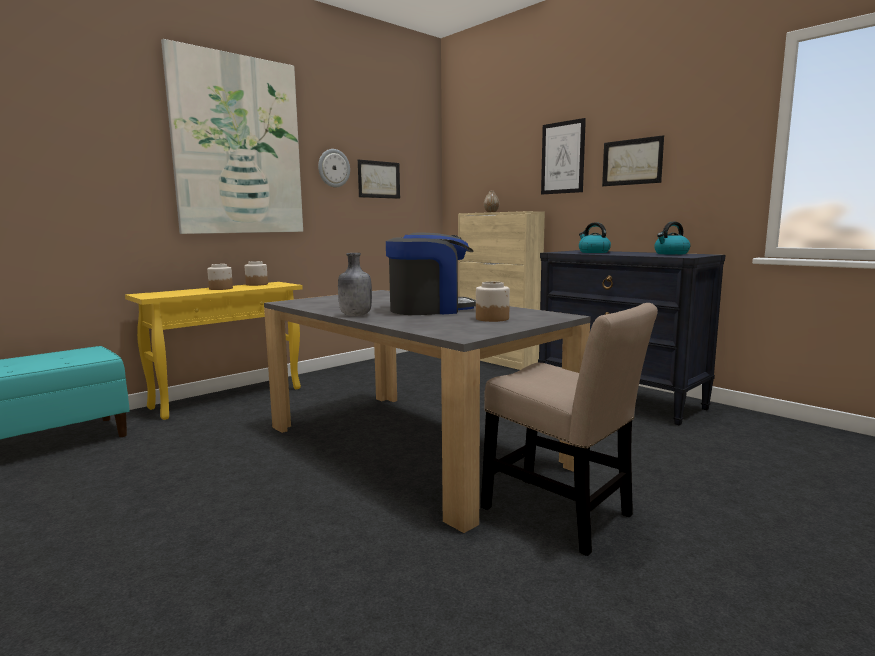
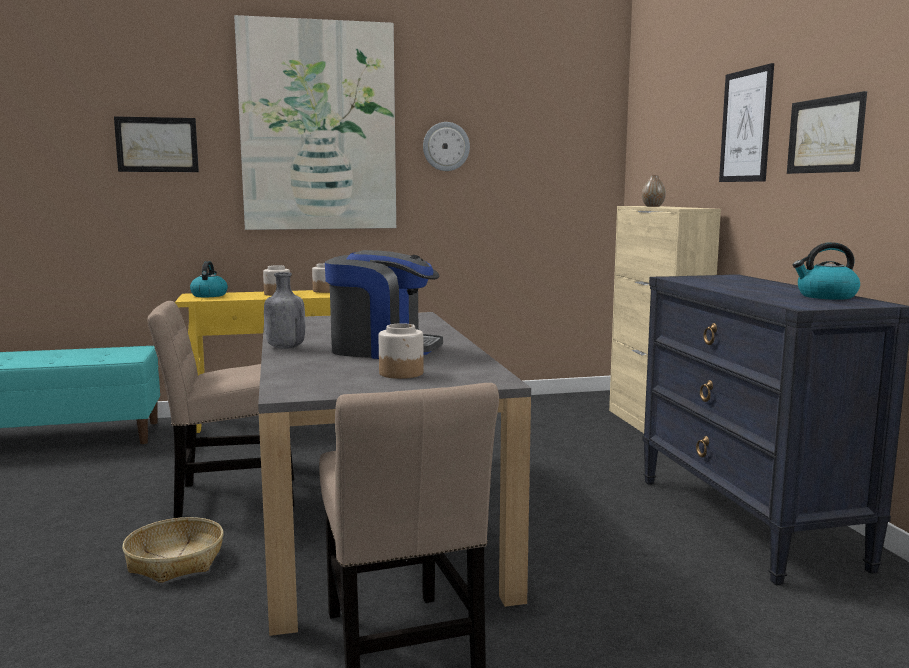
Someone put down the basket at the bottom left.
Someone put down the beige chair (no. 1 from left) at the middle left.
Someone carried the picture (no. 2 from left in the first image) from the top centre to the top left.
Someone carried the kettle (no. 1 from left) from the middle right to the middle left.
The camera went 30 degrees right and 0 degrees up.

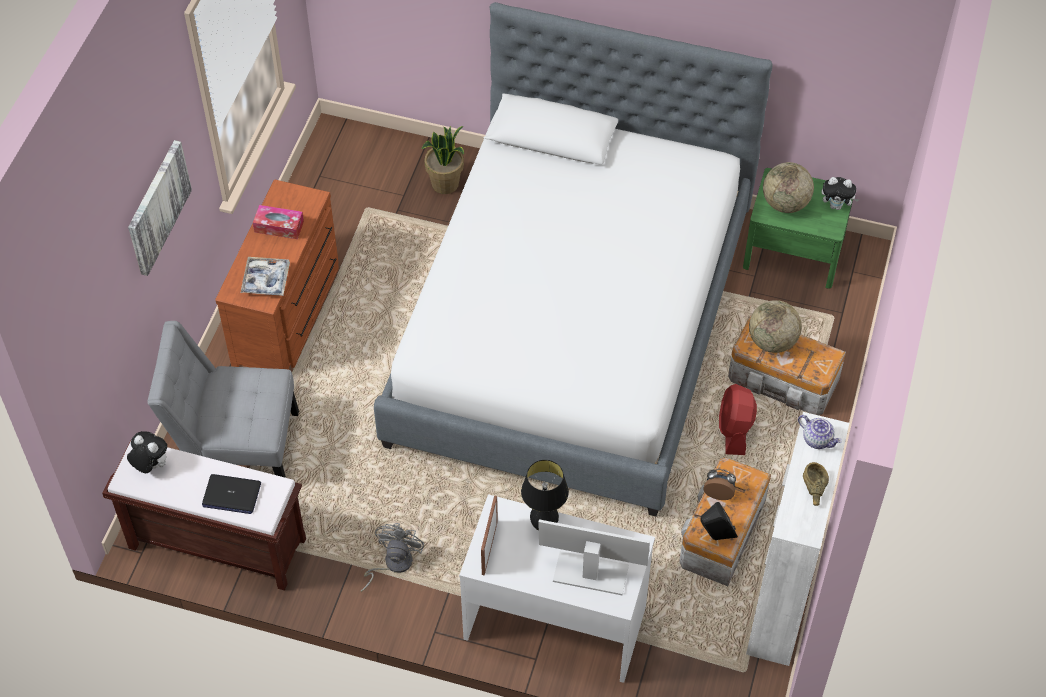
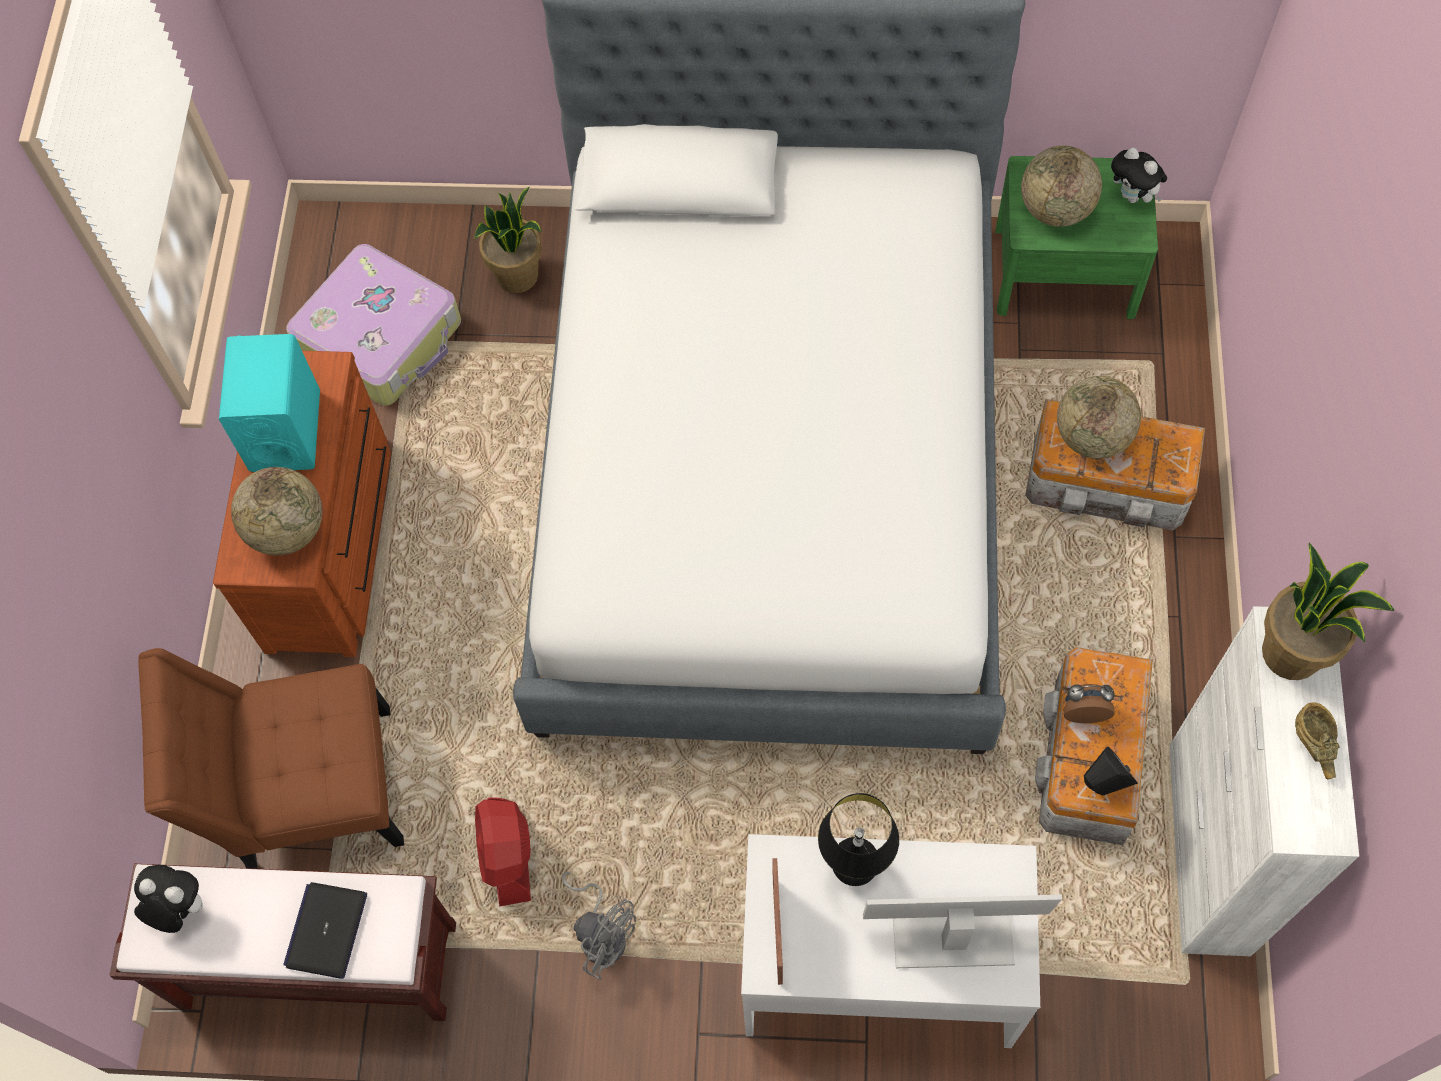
Someone took away the picture at the top left.
Someone put down the suitcase at the top left.
Someone carried the red fan from the middle right to the bottom centre.
Someone swapped the tray at the middle left for the globe (no. 1 from left) at the middle left.
Someone swapped the tissue box at the top left for the turquoise speaker at the middle left.
Someone swapped the teapot at the middle right for the potted plant (no. 2 from left) at the middle right.
Someone repainted the grey chair at the middle left, which became the brown chair at the bottom left.
Someone rotated the laptop at the bottom left by 105 degrees clockwise.
Someone rotated the grey fan at the bottom centre by 120 degrees clockwise.
Someone rotated the plush toy (no. 2 from left) at the top right by 45 degrees clockwise.
The camera went 10 degrees left and 10 degrees up.

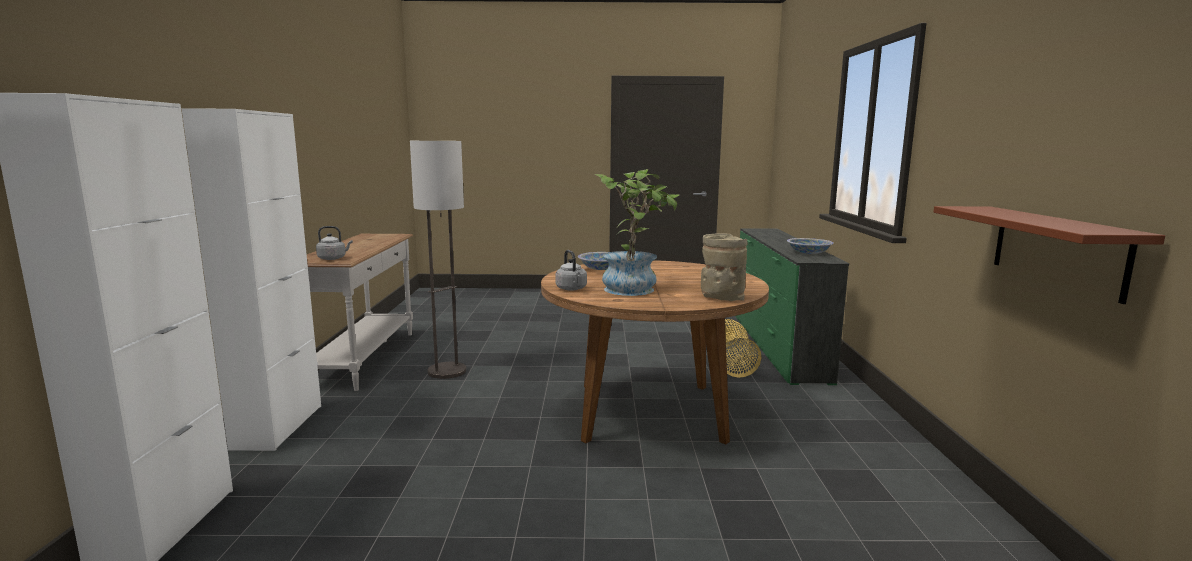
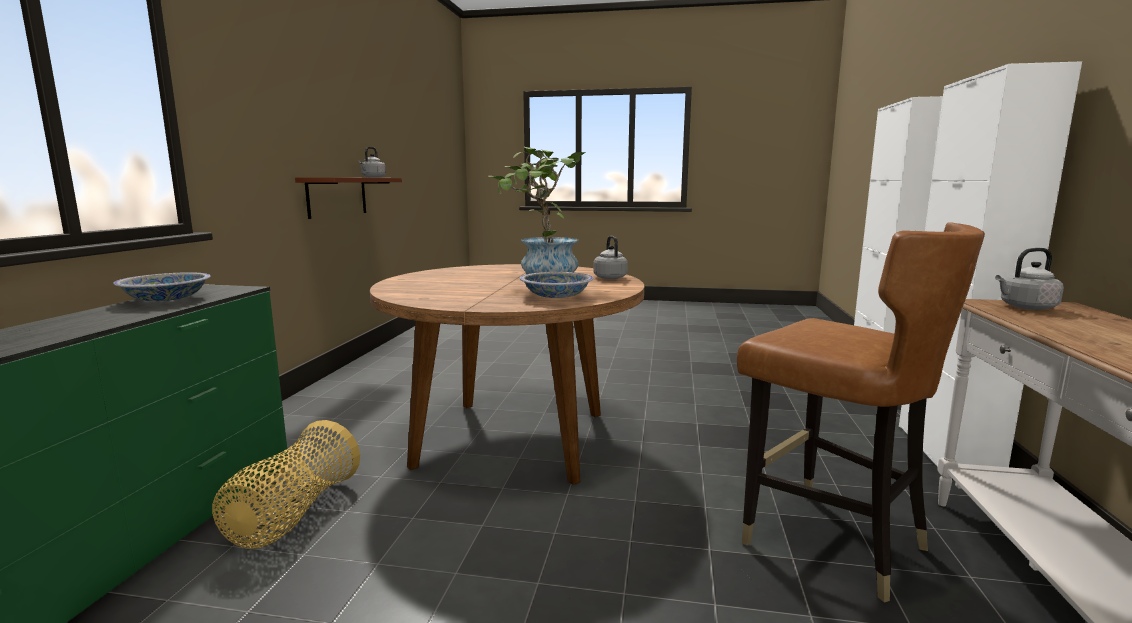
Someone took away the beige vase at the centre.
Someone put down the grey kettle (no. 1 from left) at the top left.
Someone swapped the floor lamp at the centre for the brown chair at the middle right.
The camera went 170 degrees left and 0 degrees up.

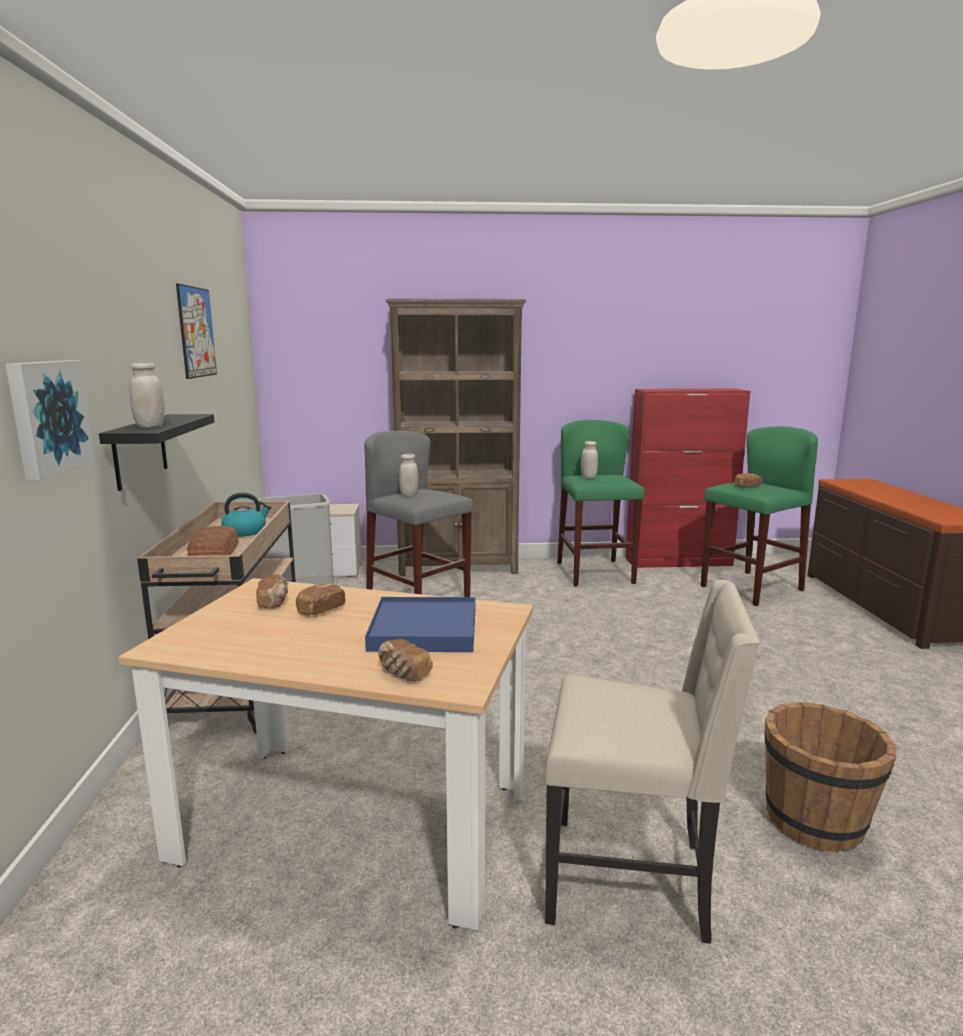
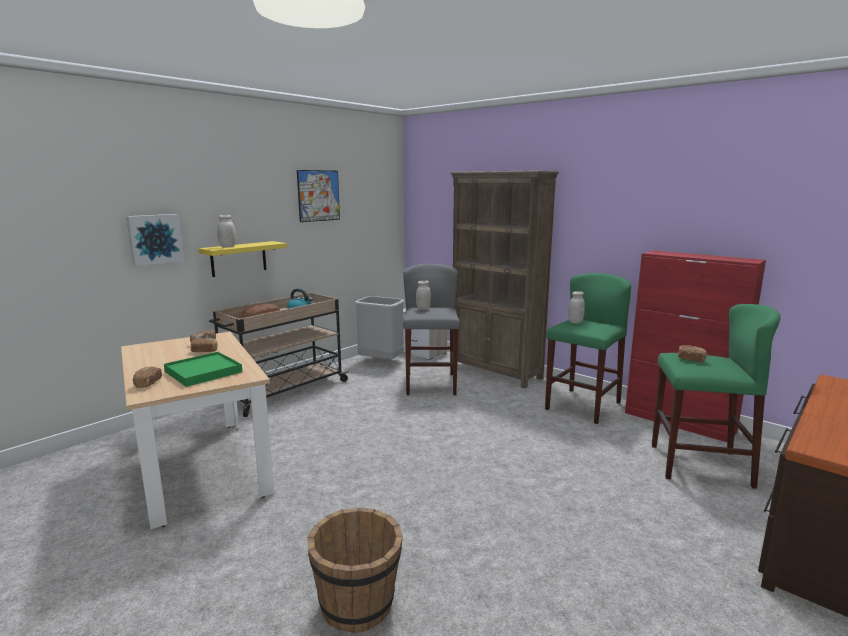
Someone took away the beige chair at the bottom right.
Someone repainted the black shelf at the middle left, which became the yellow shelf at the middle left.
Someone repainted the blue tray at the centre, which became the green tray at the middle left.
The camera went 45 degrees right and 0 degrees up.

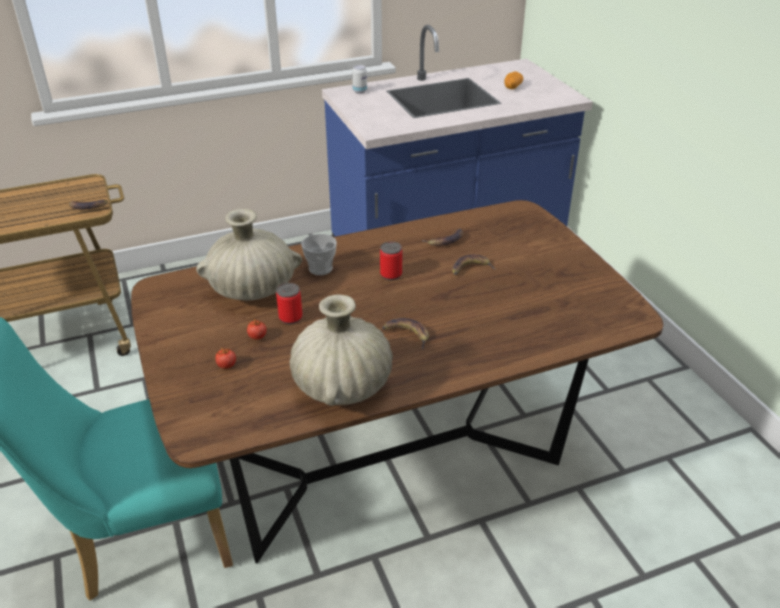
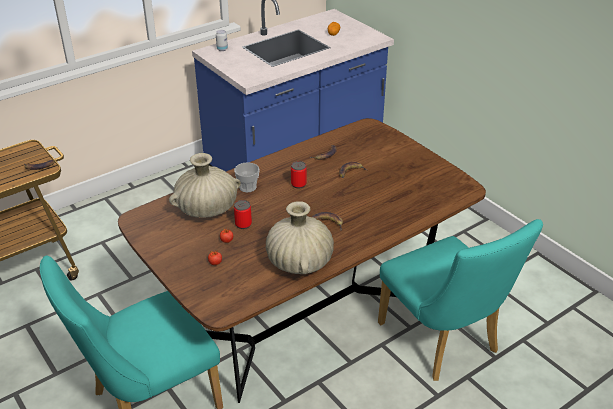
Someone put down the turquoise chair (no. 2 from left) at the bottom right.
The camera went 15 degrees left and 0 degrees up.

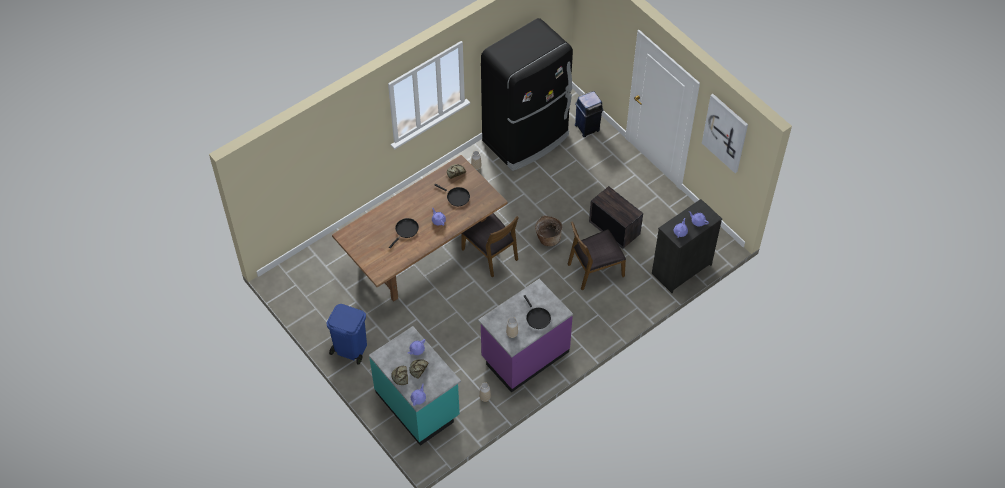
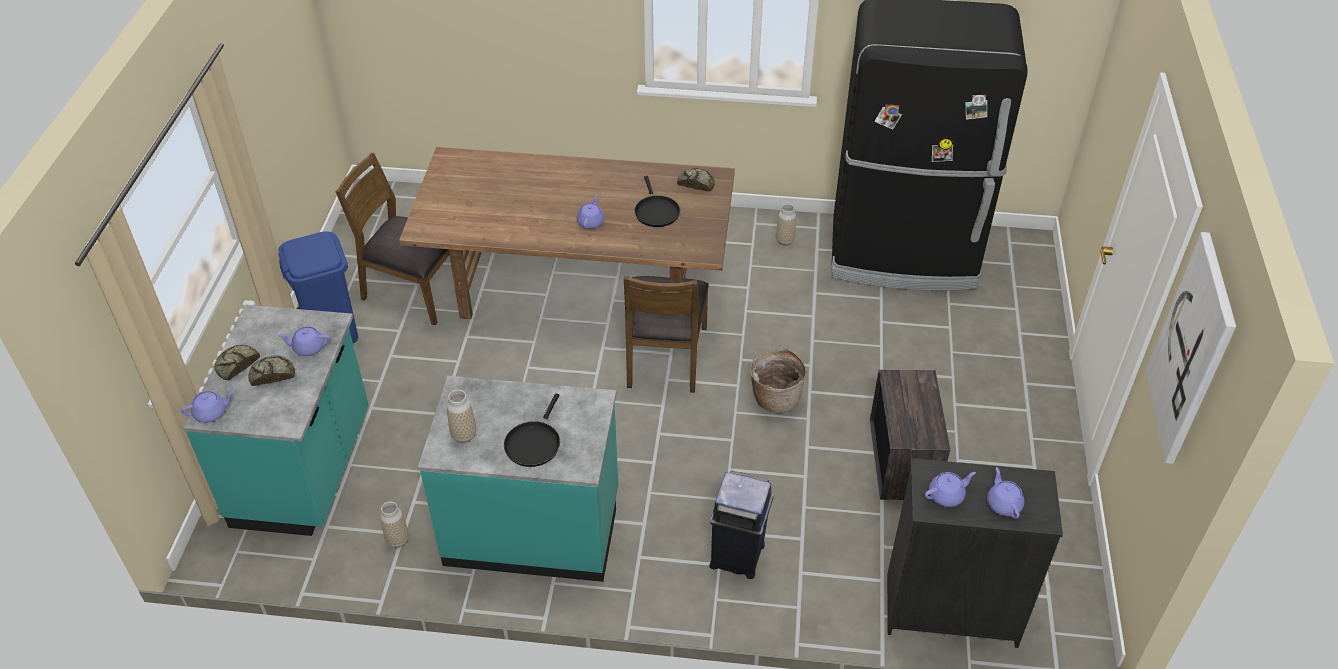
Someone took away the black frying pan (no. 1 from left) at the centre.
Someone carried the brown chair (no. 2 from left in the first image) from the centre to the middle left.
Someone carried the blue trash can (no. 2 from left) from the top centre to the bottom centre.
Someone repainted the purple counter at the bottom centre, which became the turquoise counter (no. 2 from left) at the bottom centre.
The camera went 45 degrees right and 10 degrees down.

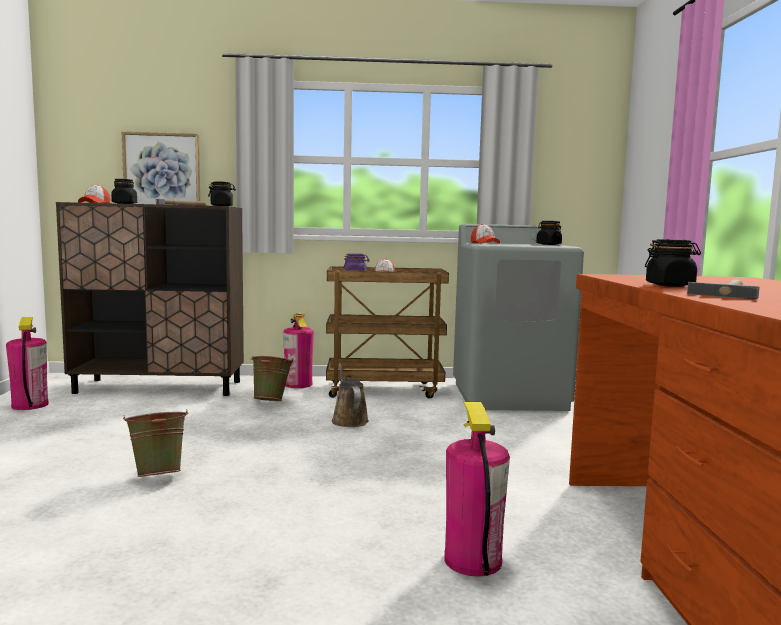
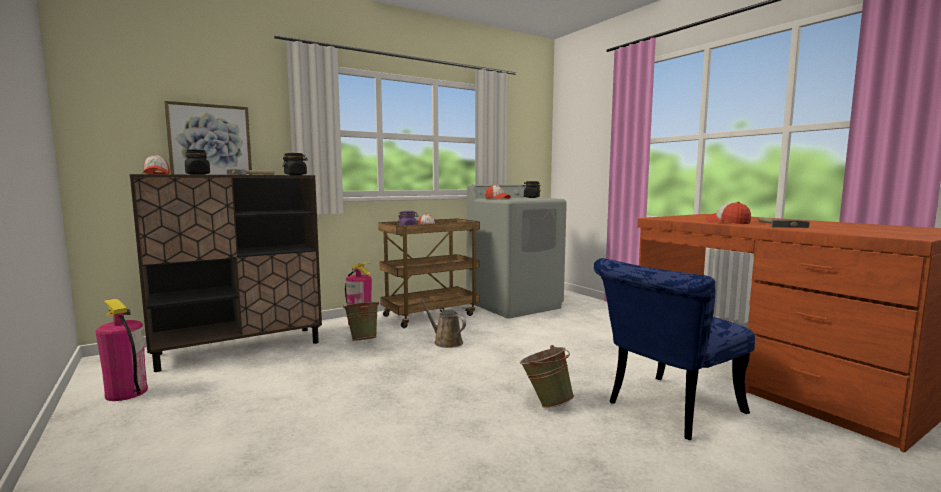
Someone carried the green bucket (no. 1 from left in the first image) from the bottom left to the bottom centre.
Someone swapped the fire extinguisher (no. 3 from left) at the bottom centre for the blue chair at the bottom right.
Someone swapped the black jar (no. 4 from left) at the middle right for the cap (no. 4 from left) at the middle right.
The camera went 30 degrees left and 0 degrees up.

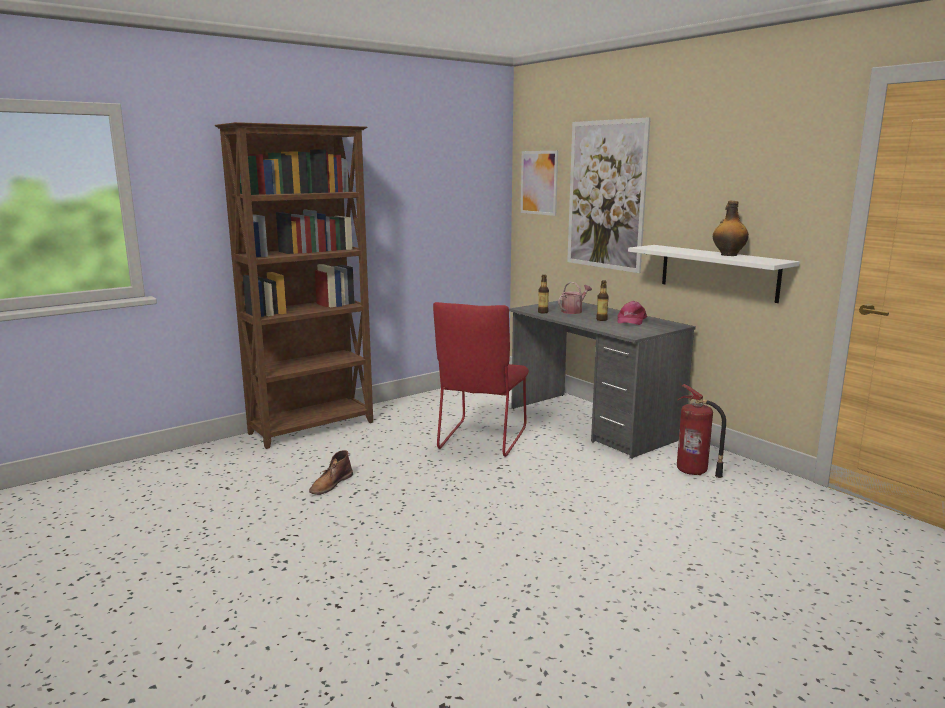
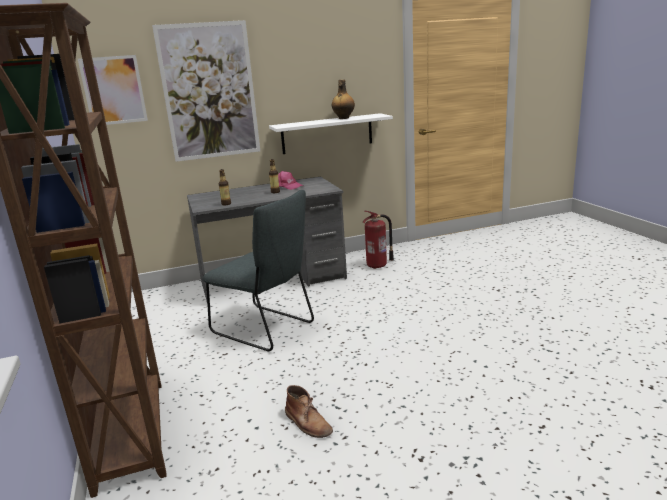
Someone took away the watering can at the centre.
Someone repainted the red chair at the centre, which became the grey chair at the centre.
The camera went 70 degrees left and 5 degrees up.

